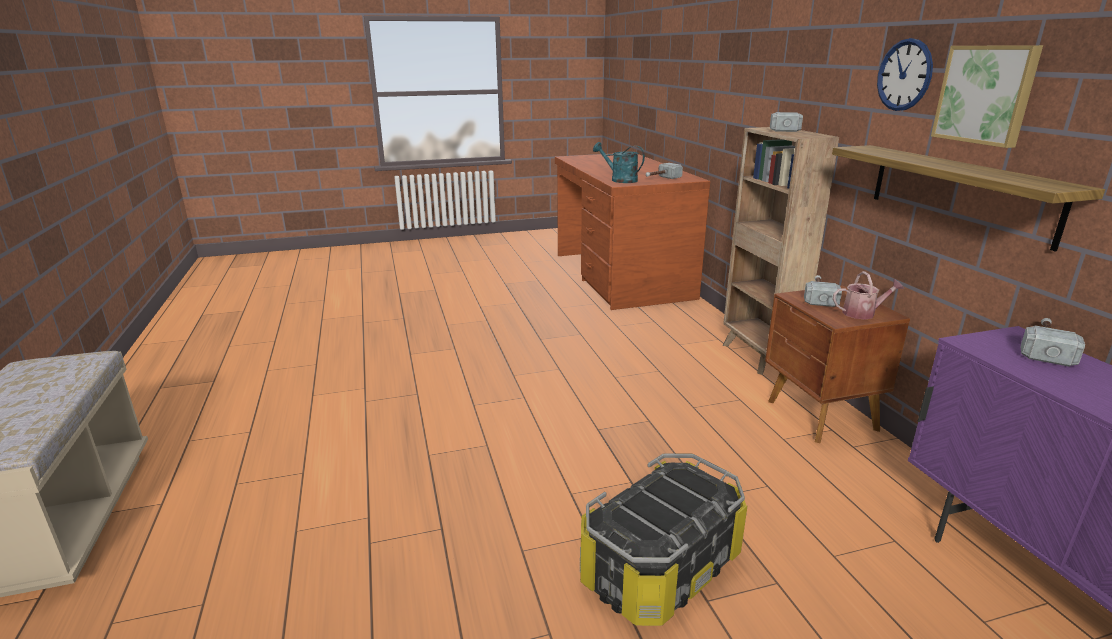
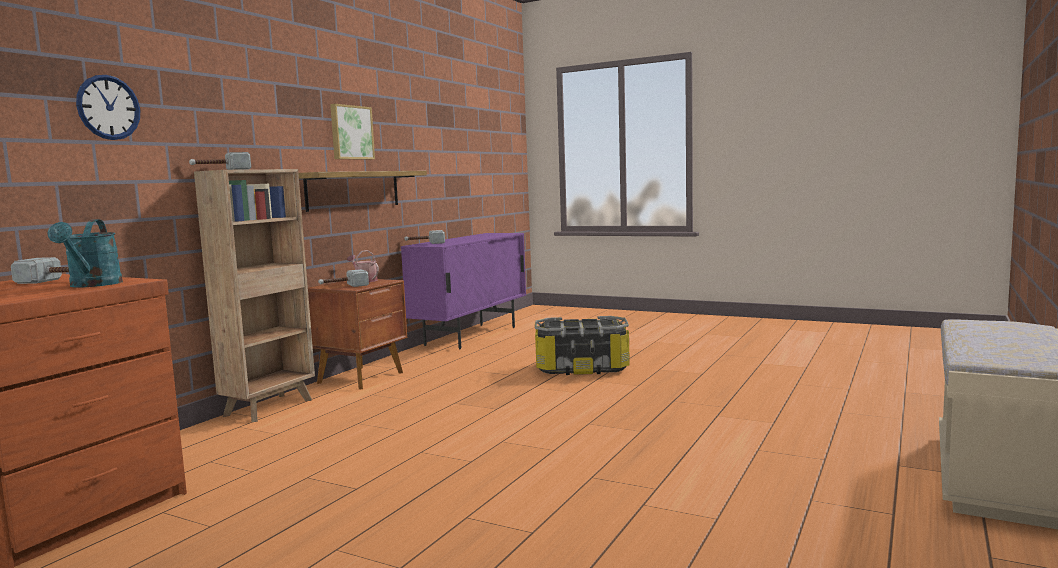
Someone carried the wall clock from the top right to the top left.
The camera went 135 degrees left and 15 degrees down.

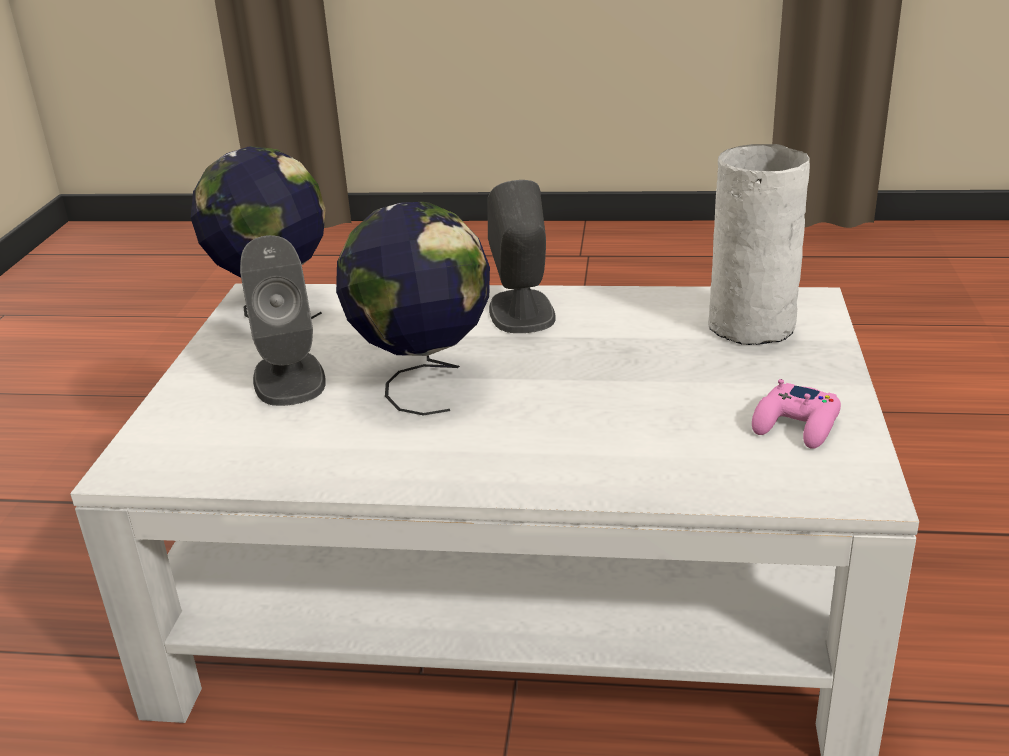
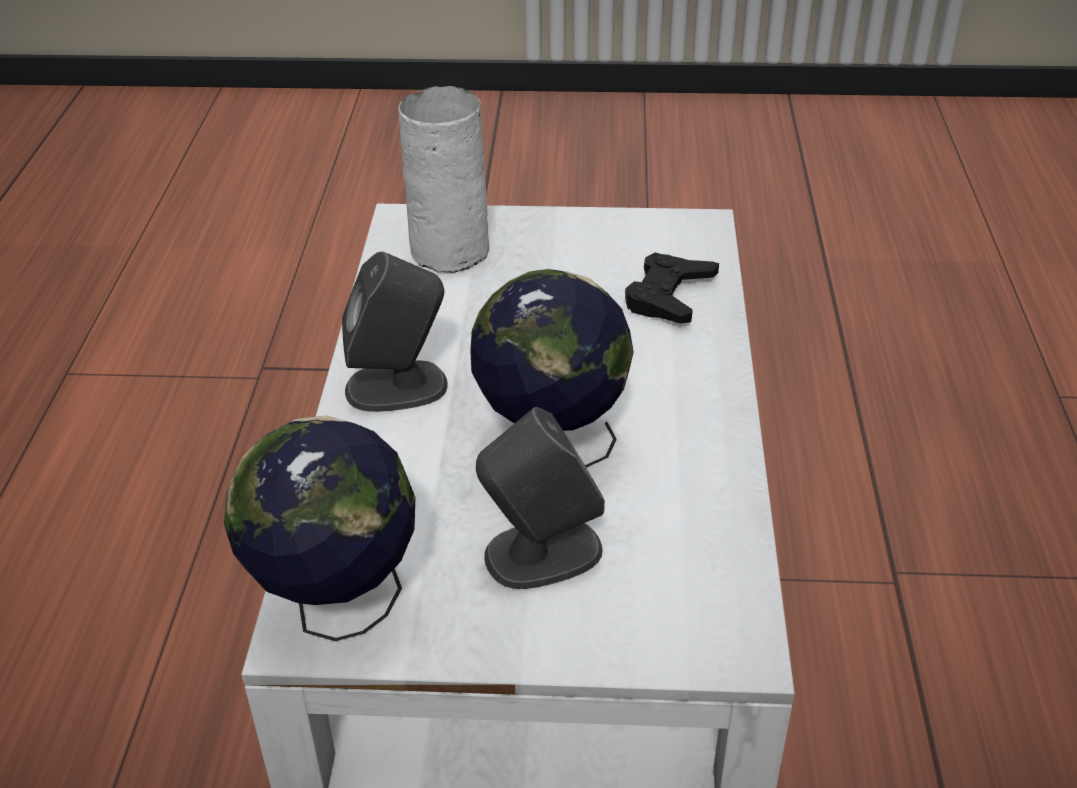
Someone took away the pink game controller at the middle right.
Someone put down the black game controller at the centre.
The camera went 95 degrees left and 10 degrees up.

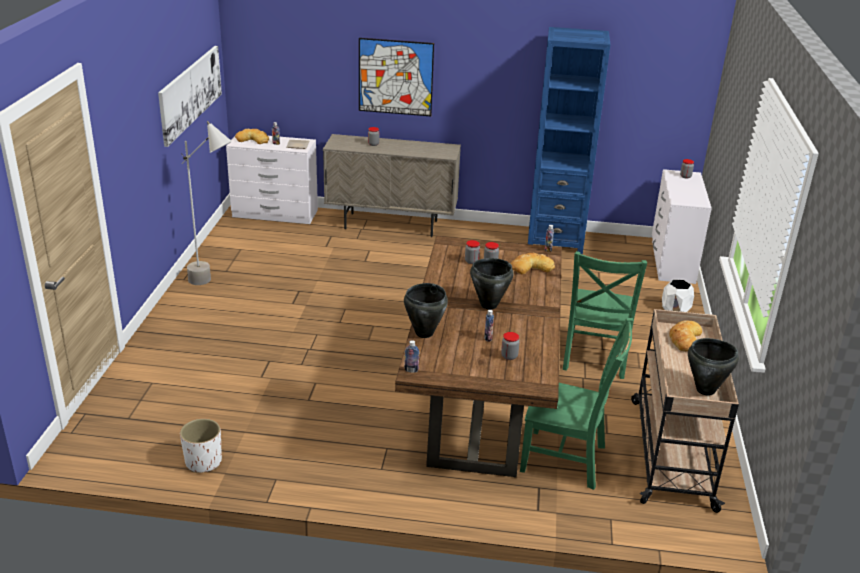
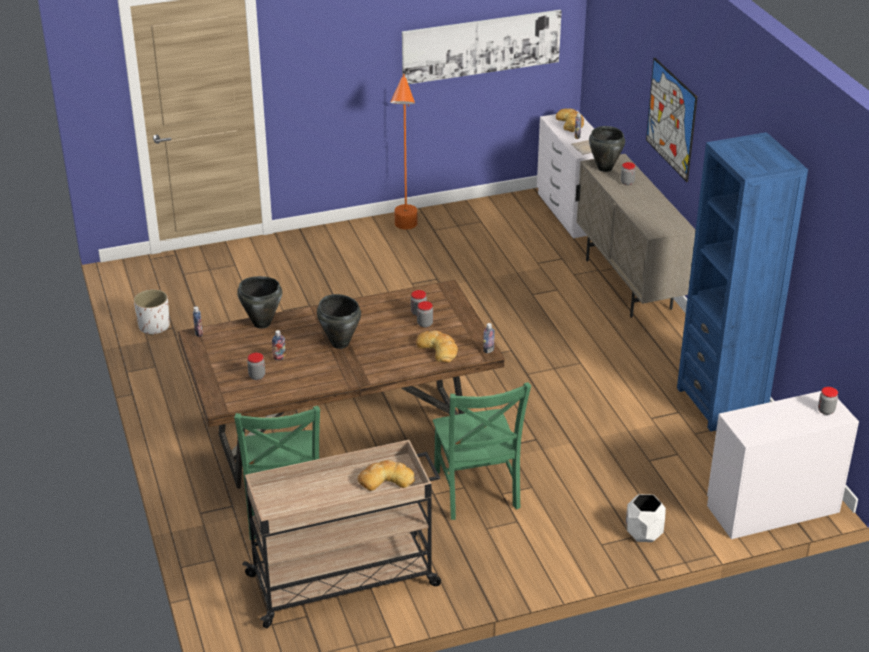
Someone carried the black cooking pot (no. 3 from left) from the middle right to the top right.
Someone repainted the grey floor lamp at the middle left, which became the orange floor lamp at the top centre.
Someone rotated the green chair (no. 2 from left) at the middle right by 90 degrees counterclockwise.
The camera went 65 degrees right and 5 degrees up.

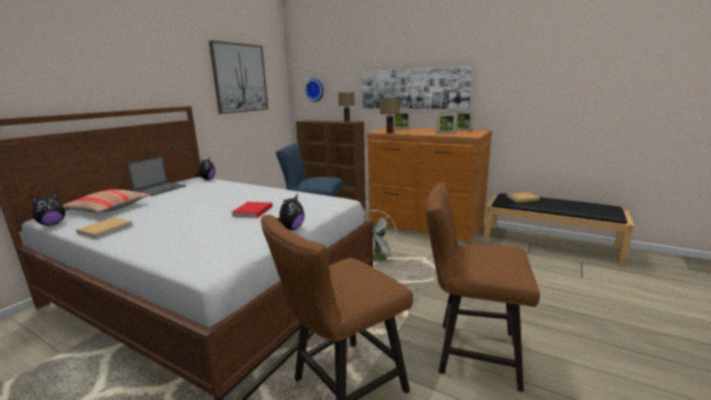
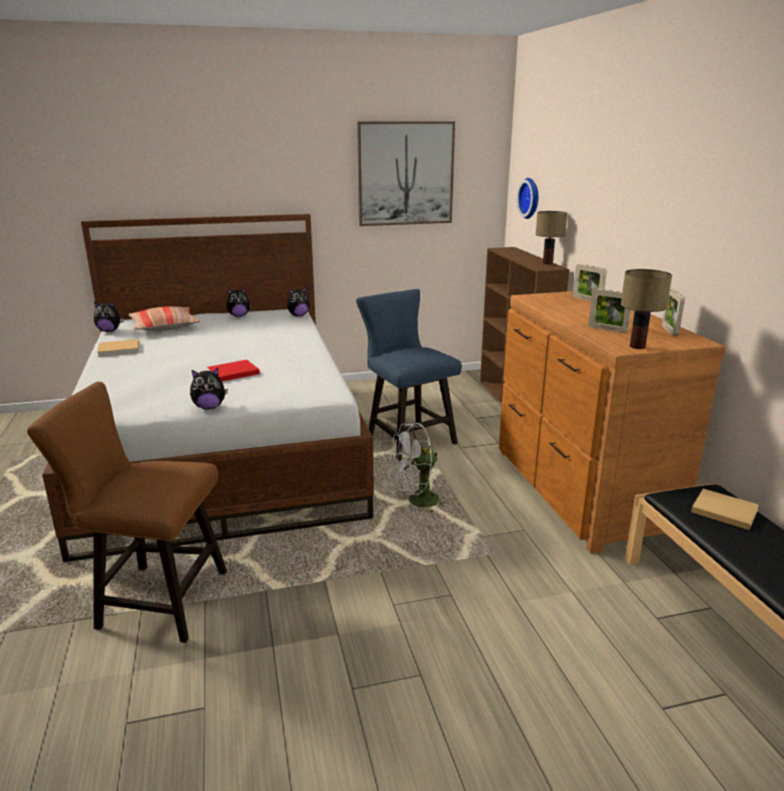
Someone took away the picture (no. 2 from left) at the top centre.
Someone took away the brown chair (no. 2 from left) at the bottom right.
Someone carried the table lamp (no. 2 from left) from the top centre to the middle right.
Someone swapped the laptop at the middle left for the plush toy (no. 3 from left) at the middle left.
The camera went 45 degrees right and 5 degrees up.

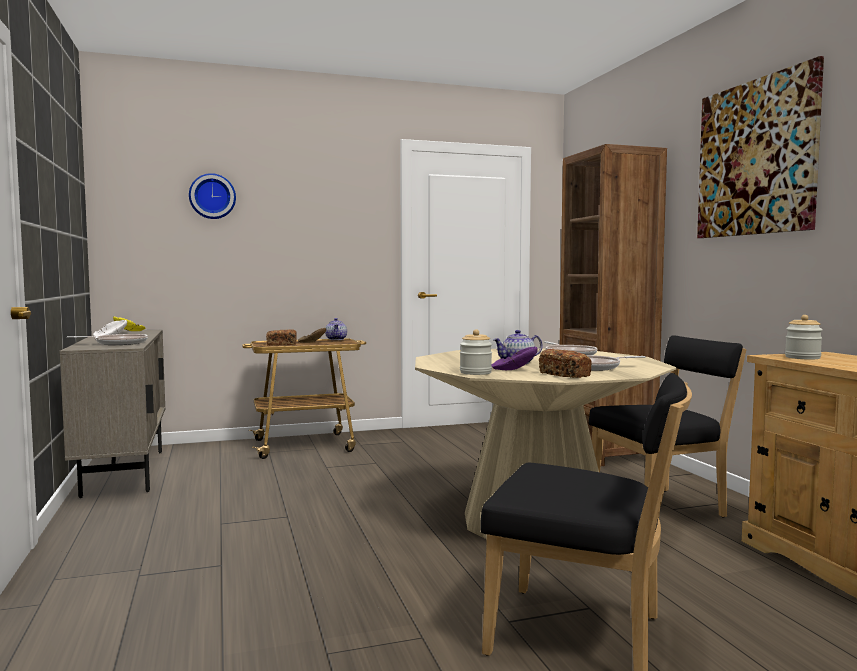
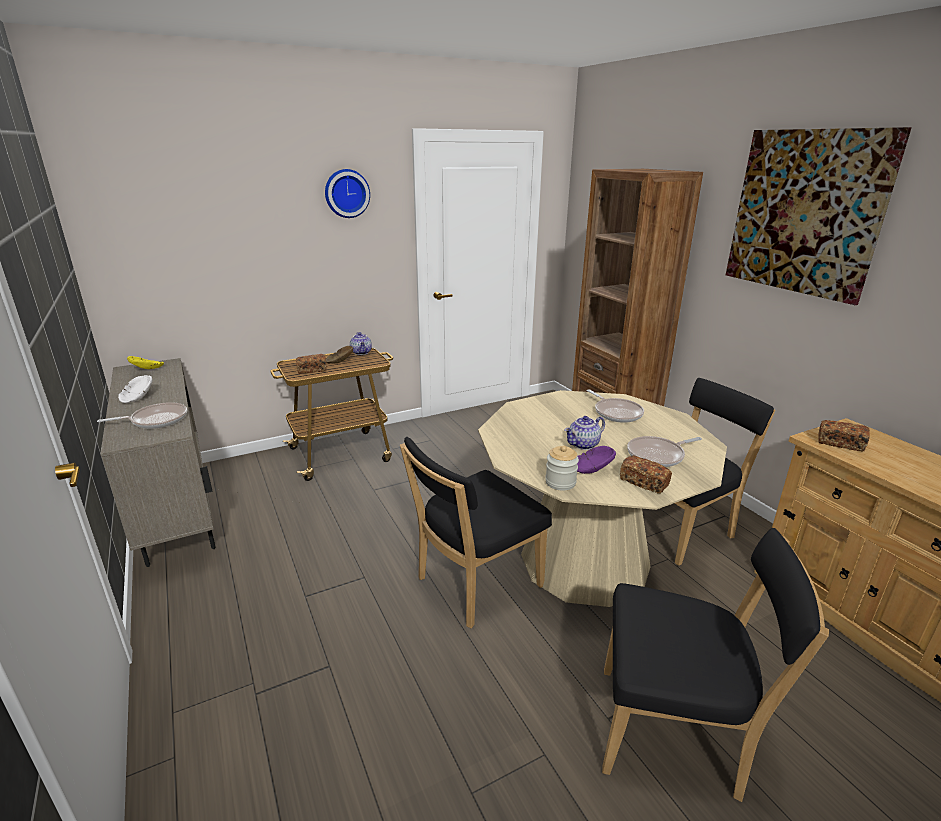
Someone put down the black chair (no. 1 from left) at the centre.
Someone carried the wall clock from the top left to the top centre.
Someone swapped the jar (no. 2 from left) at the middle right for the bread (no. 3 from left) at the middle right.
The camera went 10 degrees left and 20 degrees up.

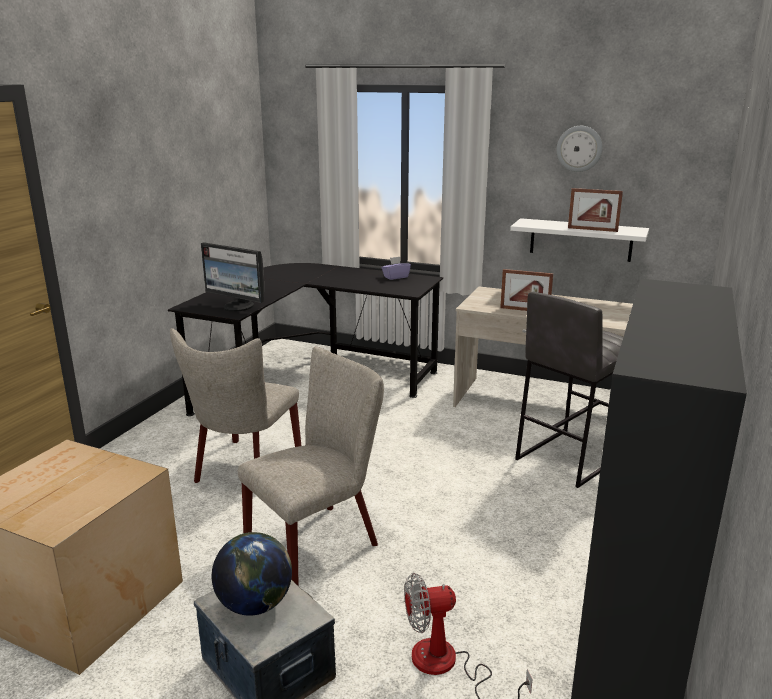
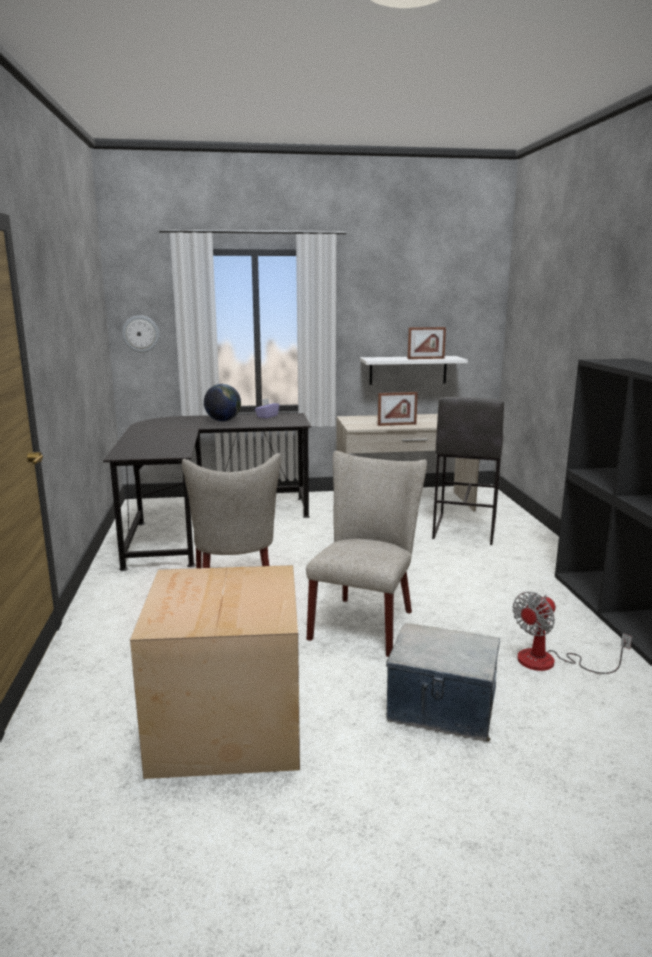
Someone took away the monitor at the middle left.
Someone carried the globe from the bottom left to the centre.
Someone carried the wall clock from the top right to the middle left.
The camera went 30 degrees left and 5 degrees down.

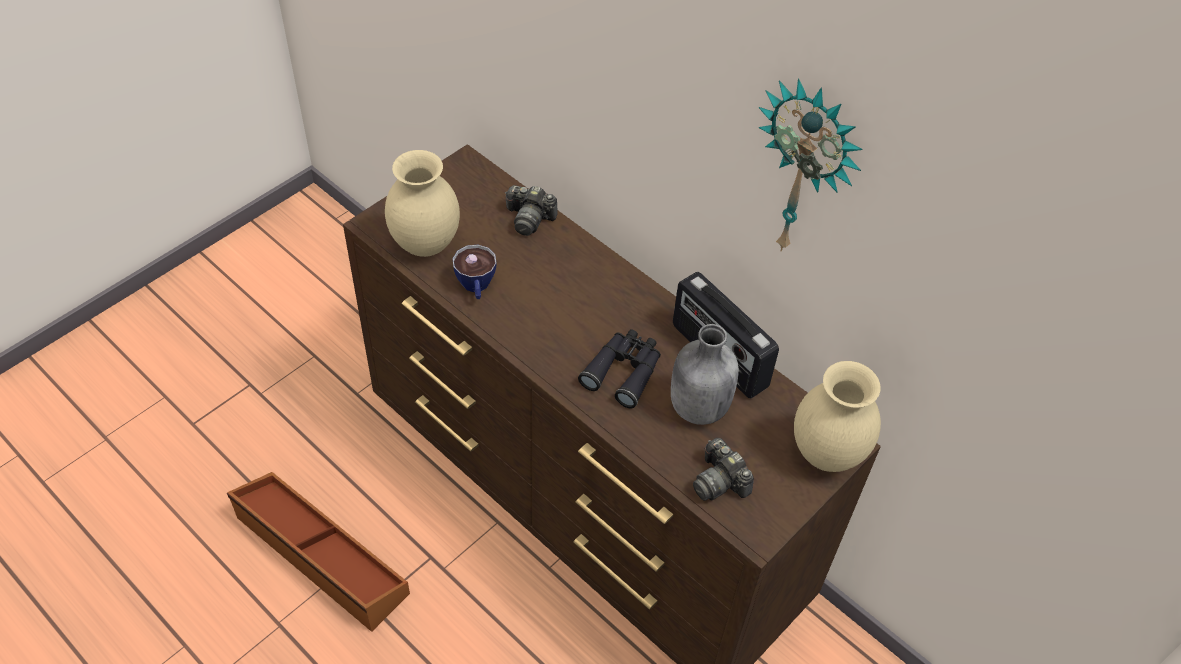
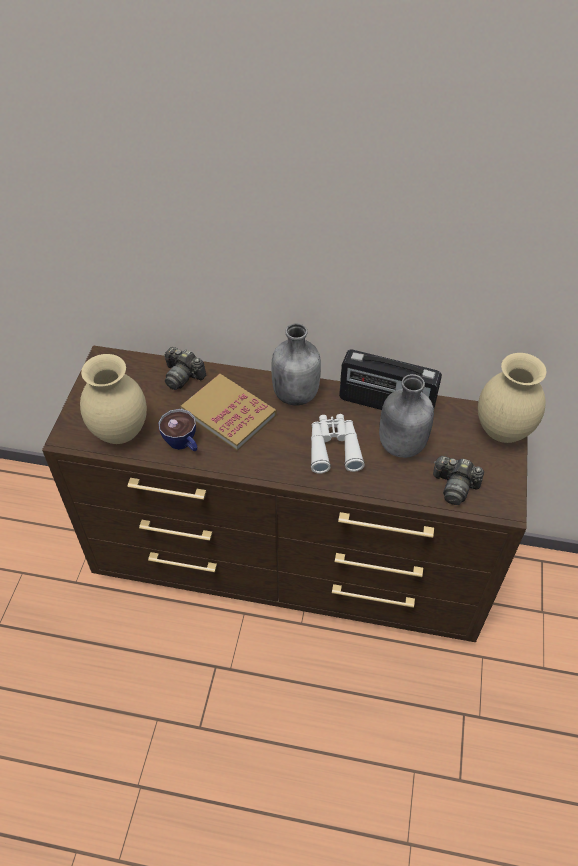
Someone took away the brown storage box at the bottom left.
Someone took away the wall clock at the top right.
Someone put down the book at the centre.
Someone put down the grey bottle (no. 1 from left) at the centre.
Someone repainted the black binoculars at the centre, which became the white binoculars at the centre.
Someone rotated the photo camera (no. 1 from left) at the top centre by 45 degrees clockwise.
The camera went 30 degrees left and 0 degrees up.

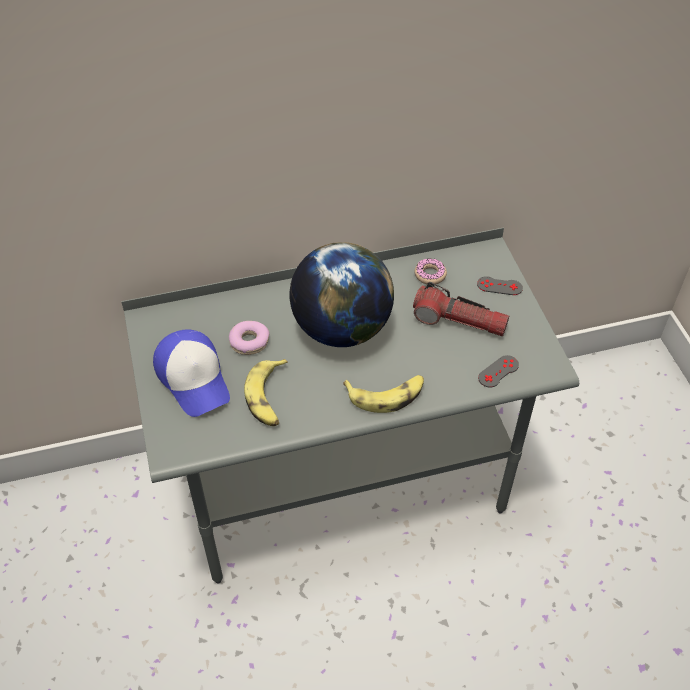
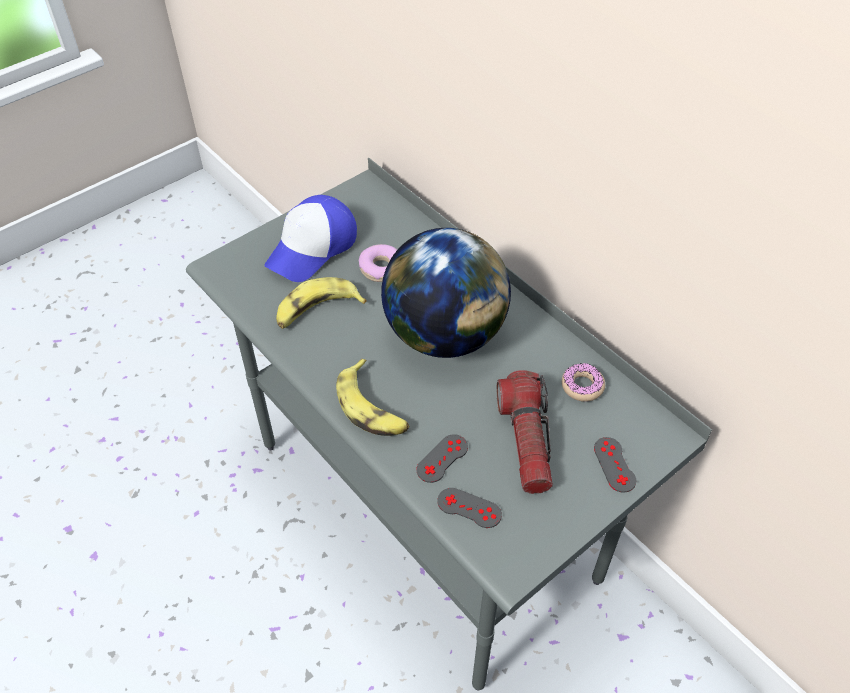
Someone put down the grey game controller (no. 1 from left) at the centre.
The camera went 65 degrees right and 0 degrees up.

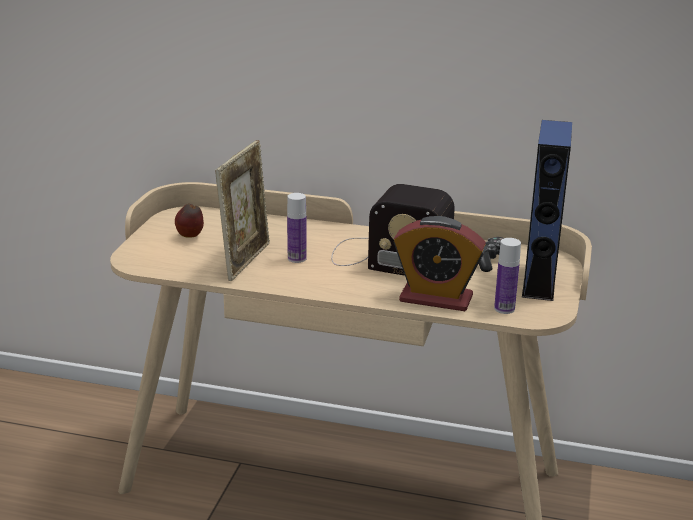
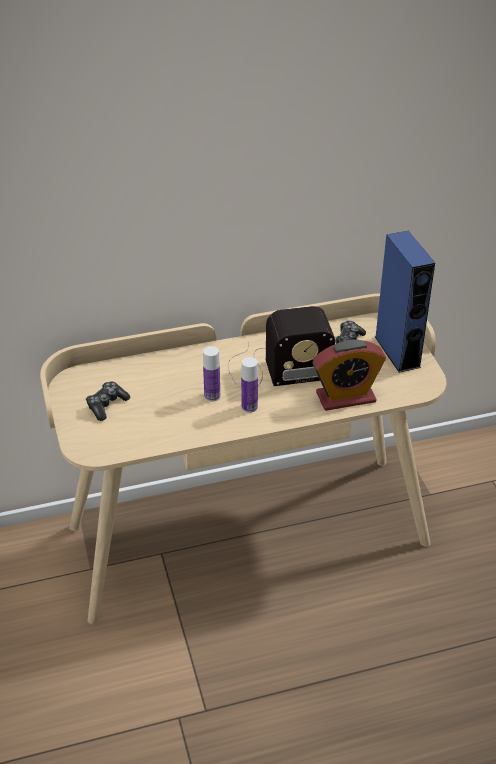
Someone took away the picture frame at the centre.
Someone carried the bottle (no. 2 from left) from the middle right to the centre.
Someone swapped the apple at the middle left for the game controller (no. 1 from left) at the middle left.
The camera went 30 degrees left and 15 degrees up.

